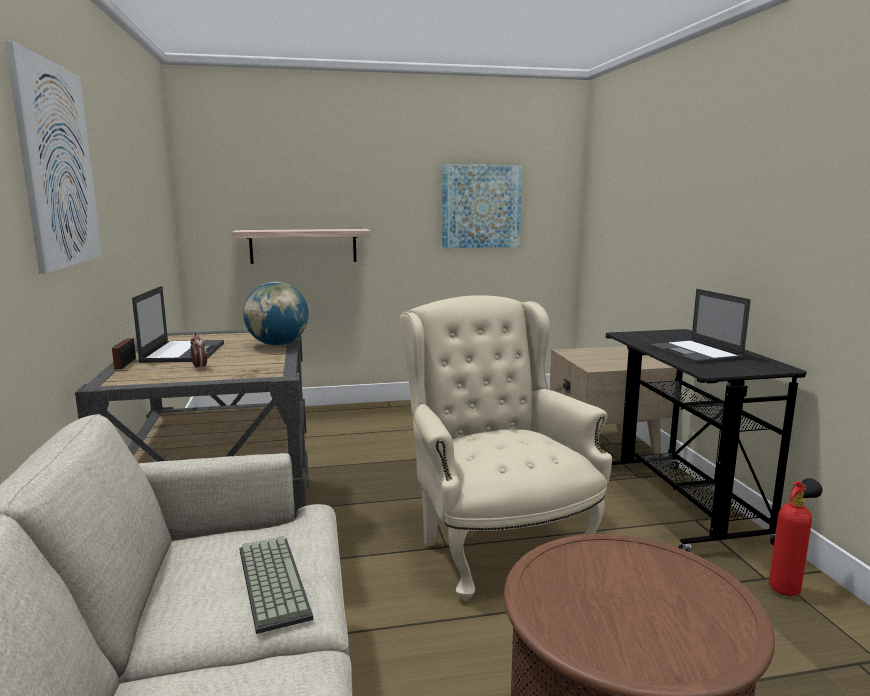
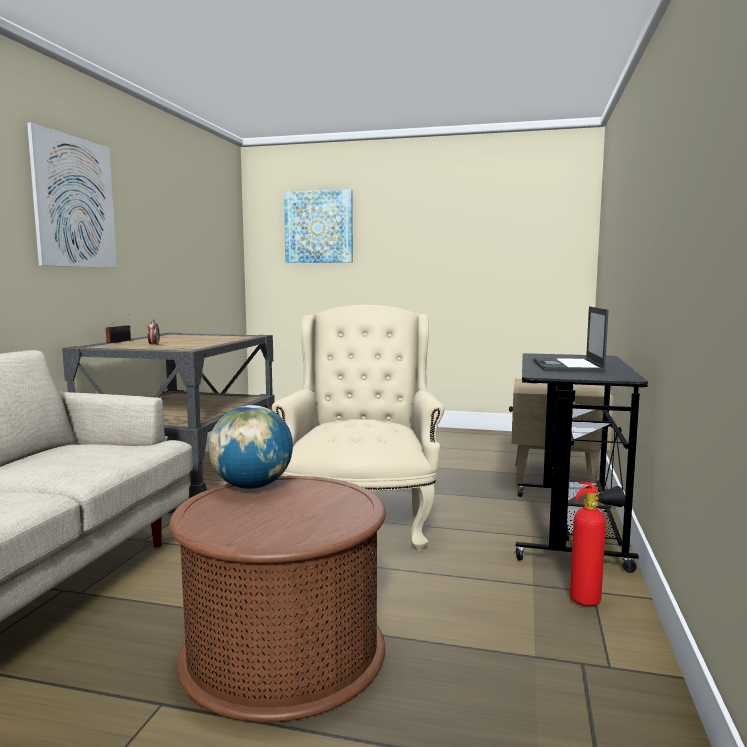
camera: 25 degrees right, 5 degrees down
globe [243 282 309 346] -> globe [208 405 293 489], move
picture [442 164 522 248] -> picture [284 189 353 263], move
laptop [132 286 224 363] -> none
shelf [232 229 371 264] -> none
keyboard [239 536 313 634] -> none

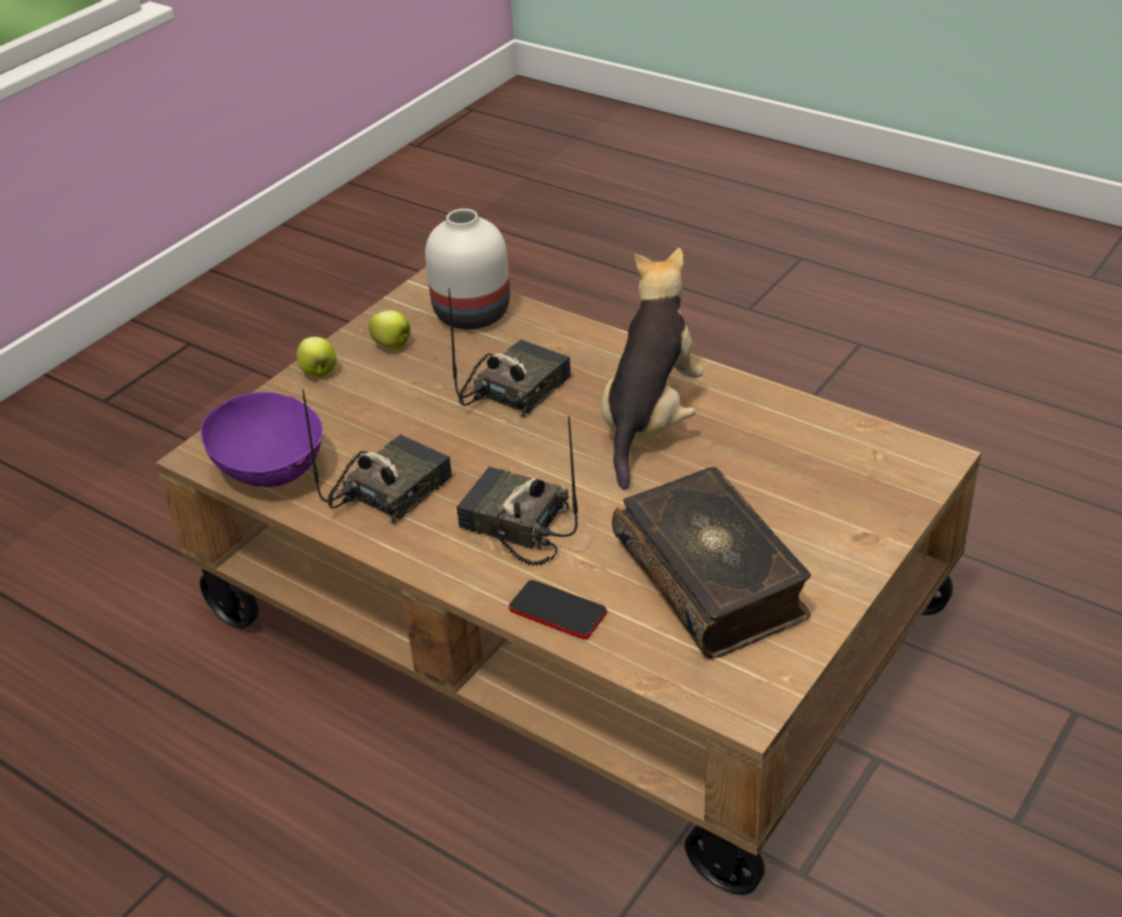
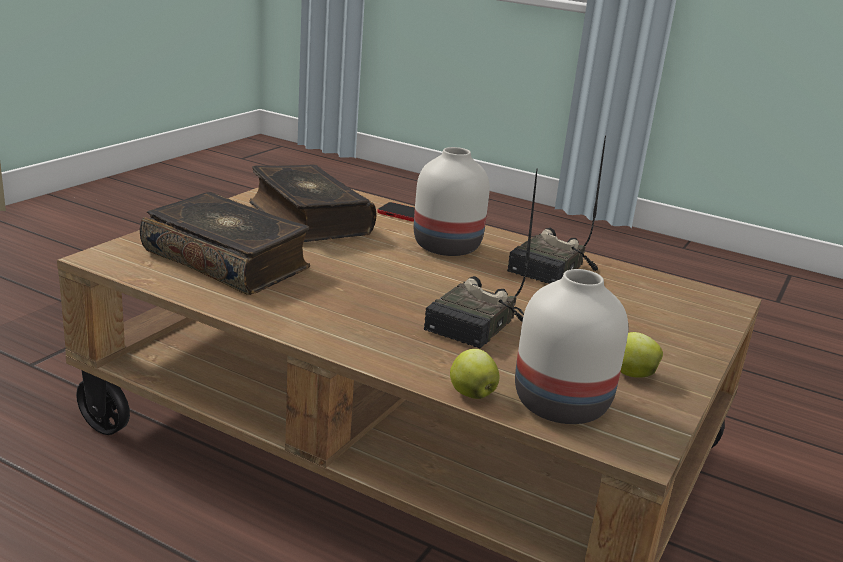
camera: 170 degrees right, 15 degrees down
none -> book [140 192 310 295]
radio [457 416 578 566] -> white vase [414 147 490 256]
apple [297 337 336 377] -> apple [450 349 500 399], move
purple bowl [201 392 324 487] -> none
plush toy [601 248 704 489] -> none

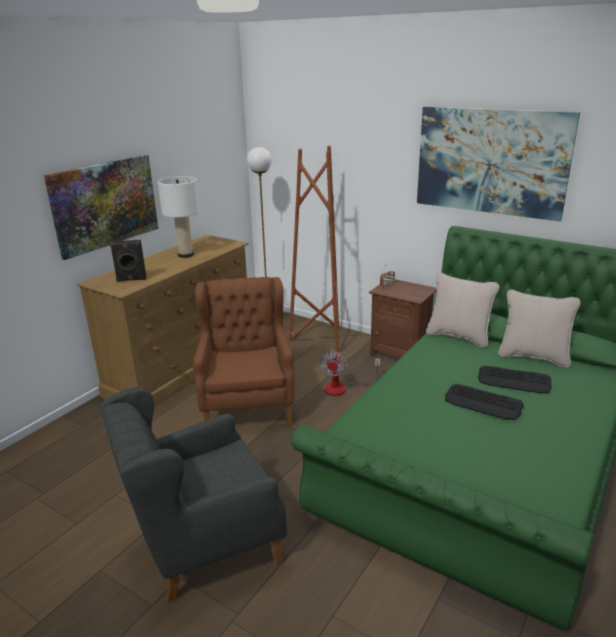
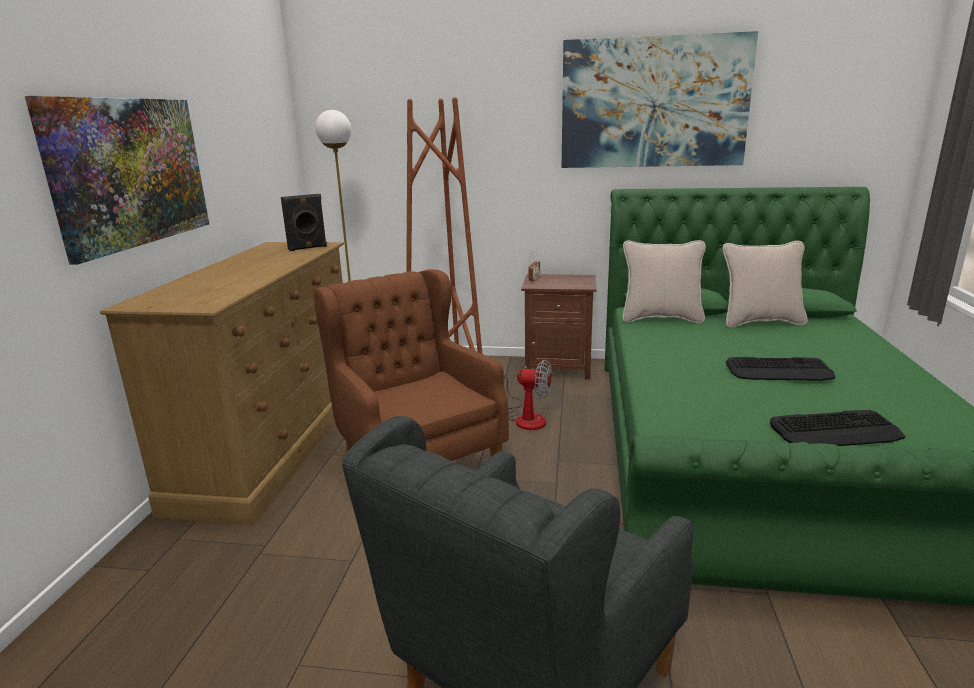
camera: 25 degrees left, 5 degrees down
black speaker [110 240 146 282] -> black speaker [281 194 327 251], move
fan [320 350 381 396] -> fan [504 360 552 430], 60 degrees counterclockwise
keyboard [478 366 552 393] -> keyboard [770 410 905 446], move
white table lamp [158 176 200 258] -> none

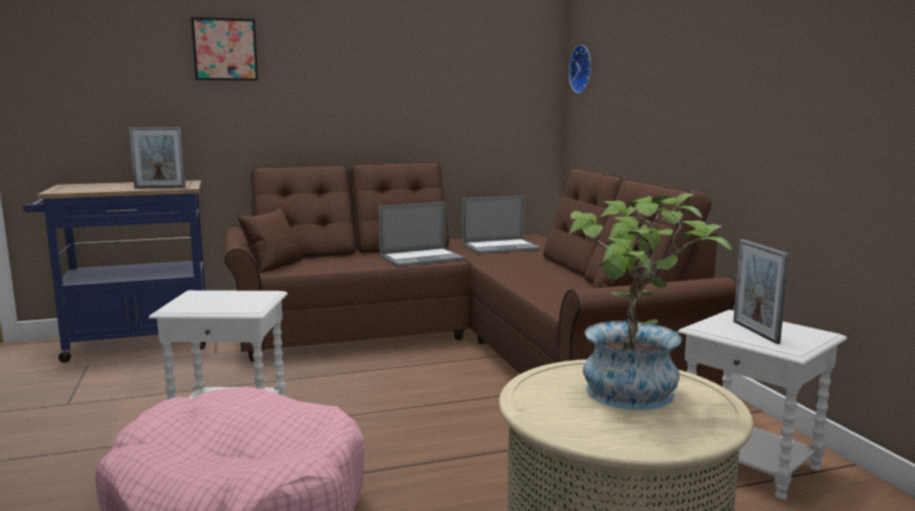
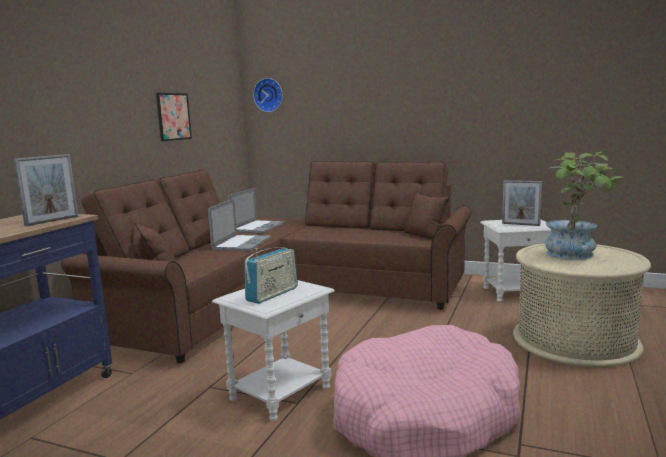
camera: 50 degrees left, 0 degrees up
picture [191 17 258 81] -> picture [156 93 192 141], move
none -> radio [245 247 298 304]

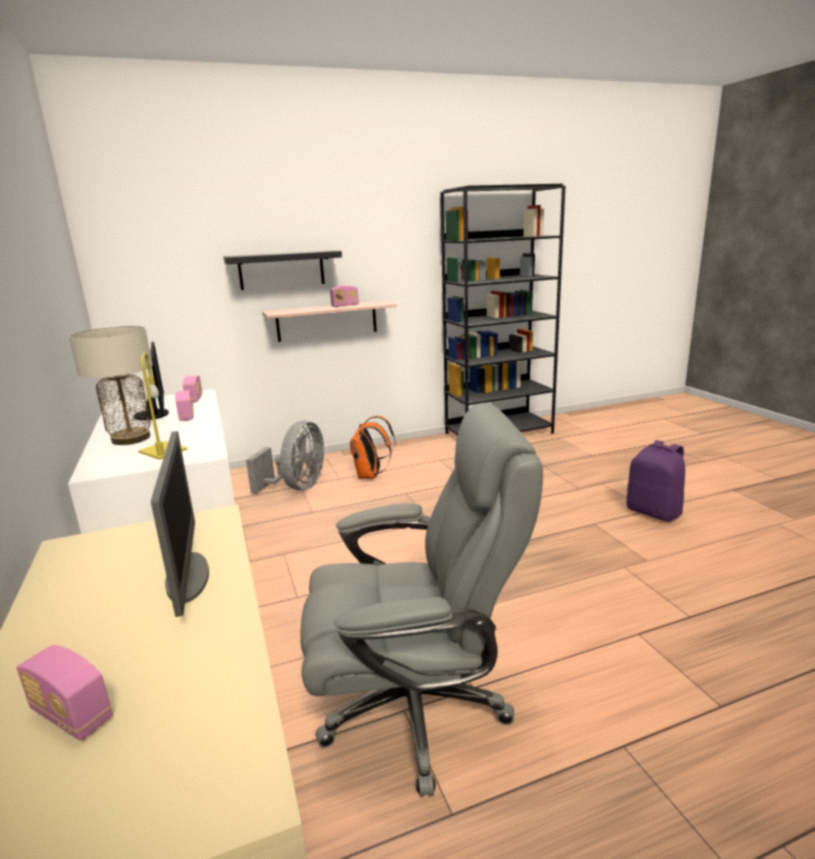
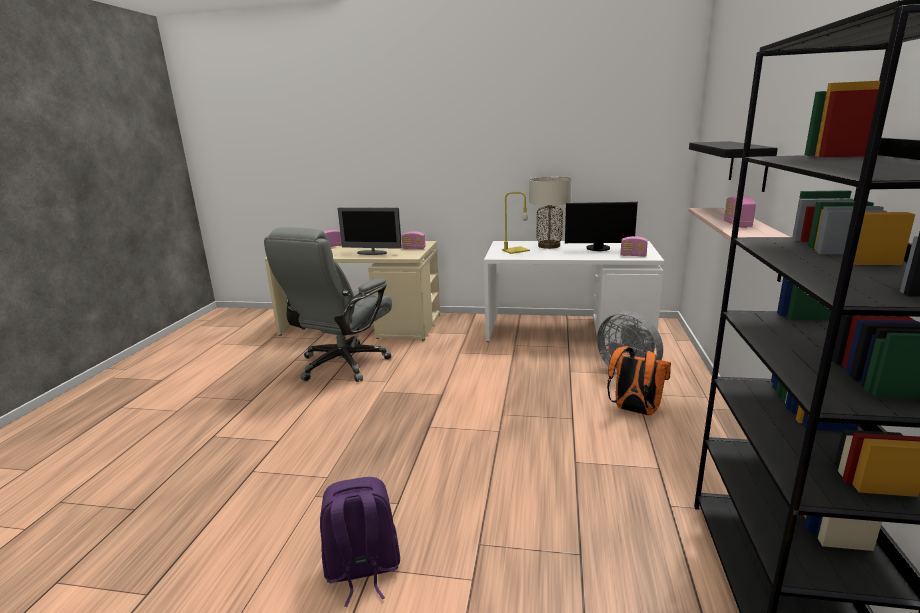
camera: 120 degrees right, 0 degrees up
radio [175 390 194 421] -> radio [402 231 426 249], move

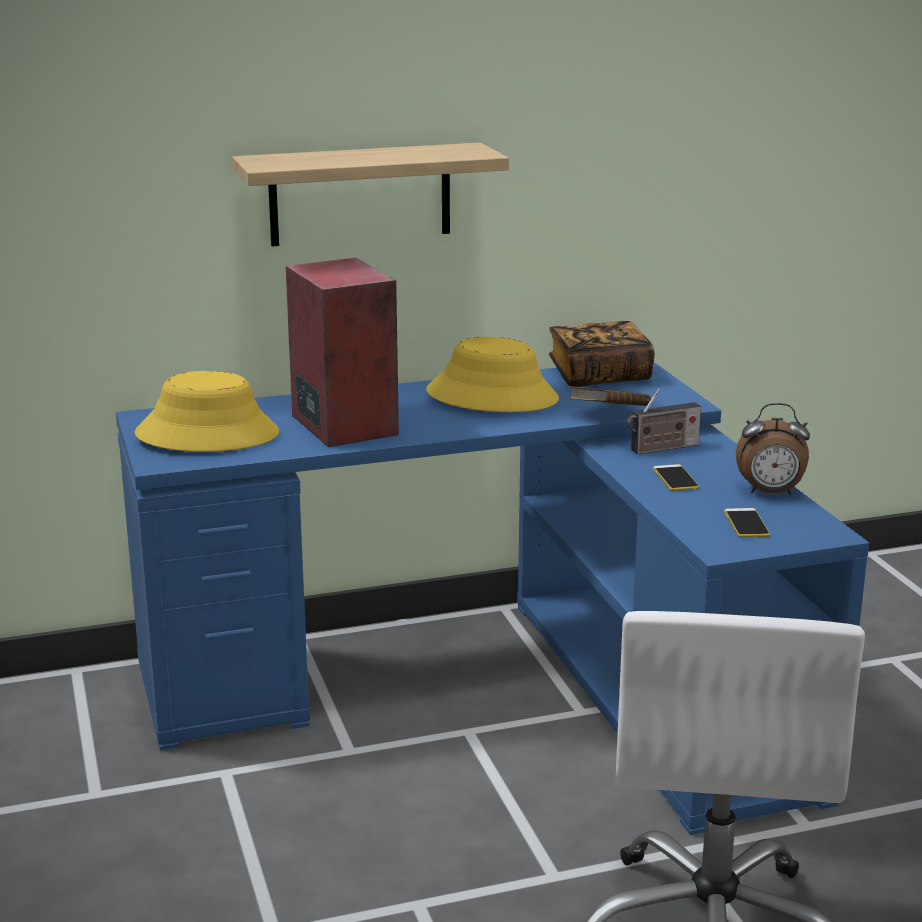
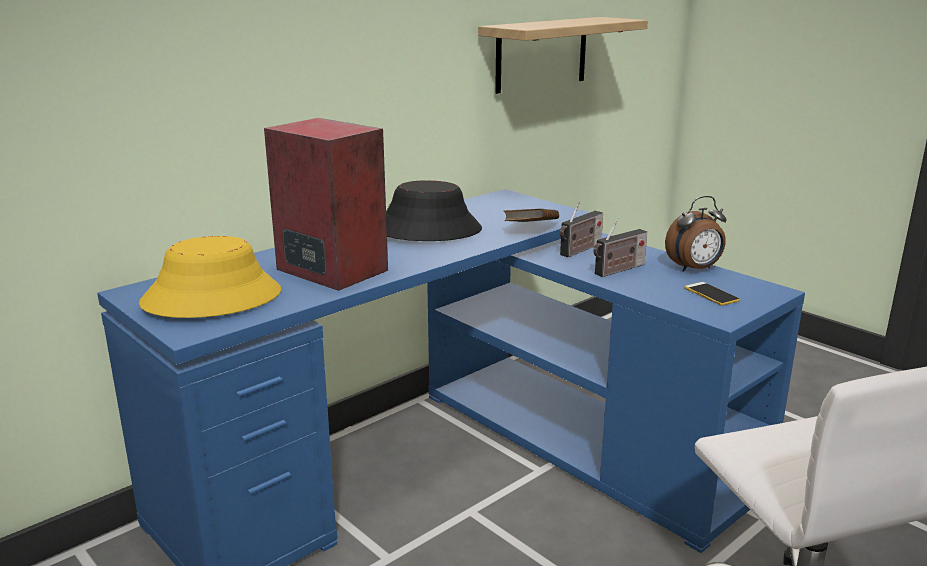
camera: 25 degrees left, 0 degrees up
yellow hat [426 337 559 412] -> black hat [386 180 482 241]
shelf [232 143 509 246] -> shelf [478 17 648 94], move
phone [653 464 699 491] -> radio [594 218 647 277]
book [549 321 655 387] -> none

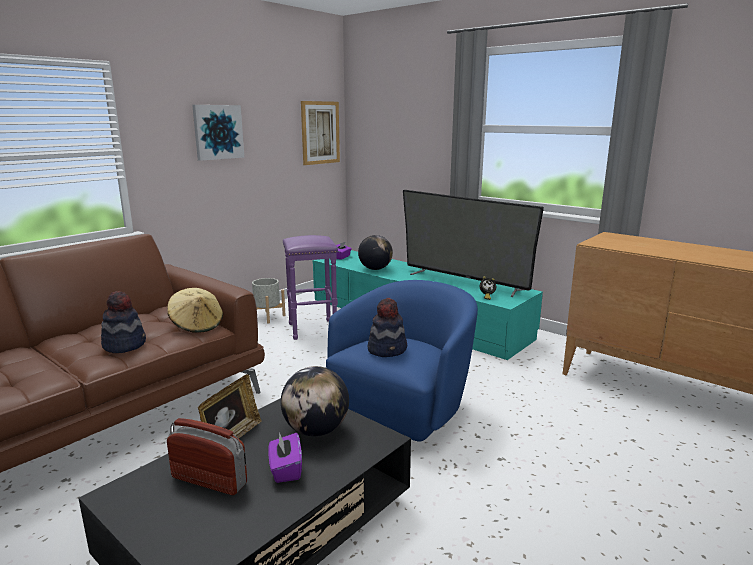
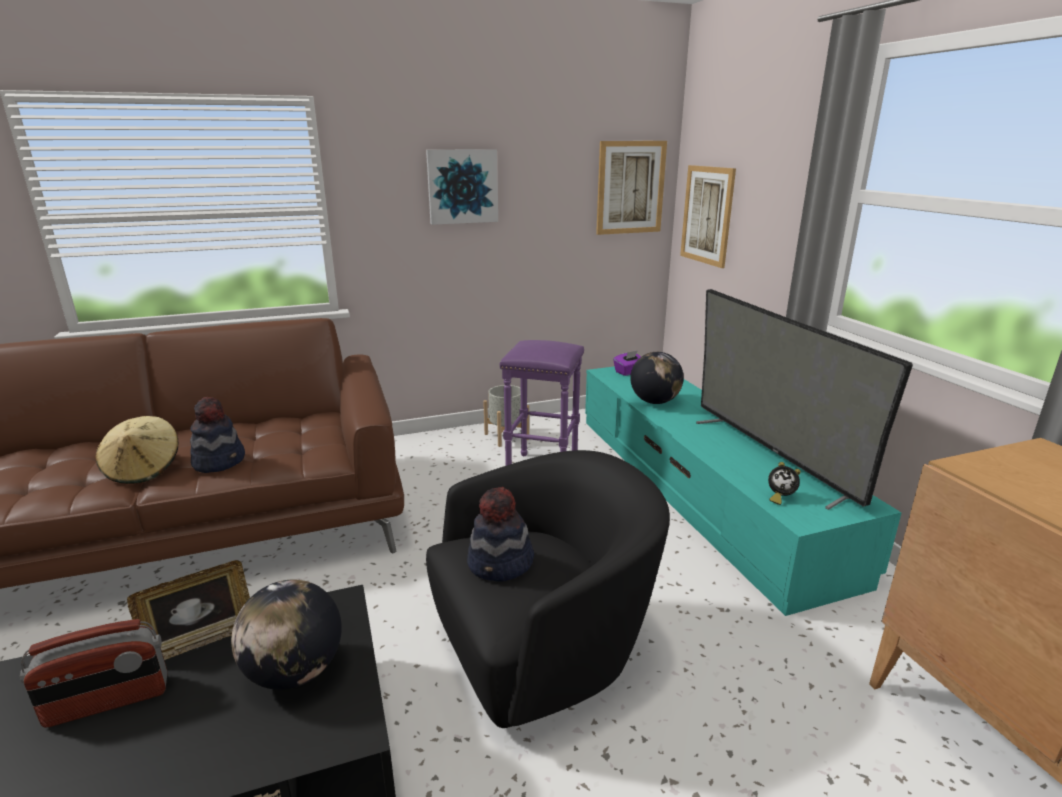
camera: 30 degrees right, 5 degrees up
radio [167 418 247 495] -> radio [20 619 167 728], 105 degrees clockwise
beige hat [167 288 223 333] -> beige hat [95 416 178 484], move
blue armchair [326 280 478 442] -> black armchair [426 450 670 728]
none -> picture [680 165 736 268]
purple tissue box [268 432 302 483] -> none

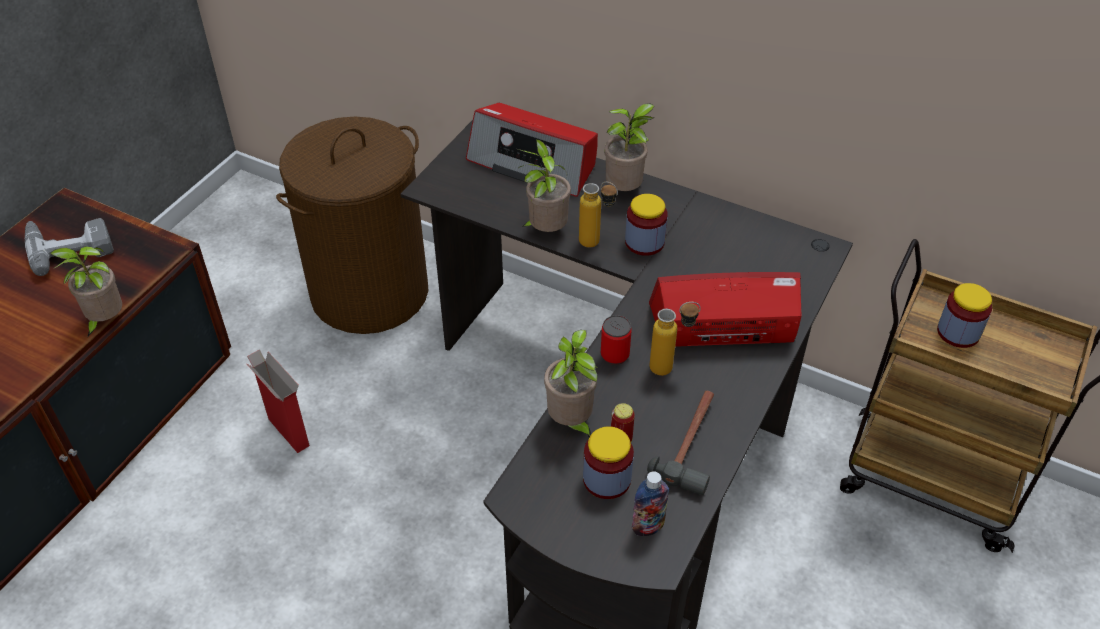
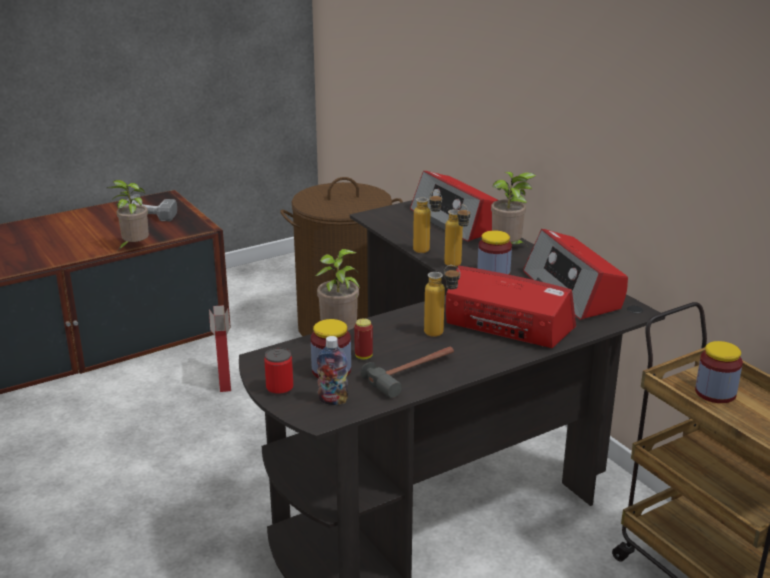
camera: 30 degrees right, 20 degrees down
can [601 315 632 365] -> can [264 348 293 396], move
potted plant [518 139 571 232] -> bottle [413 191 442 253]
none -> radio [523 229 628 320]

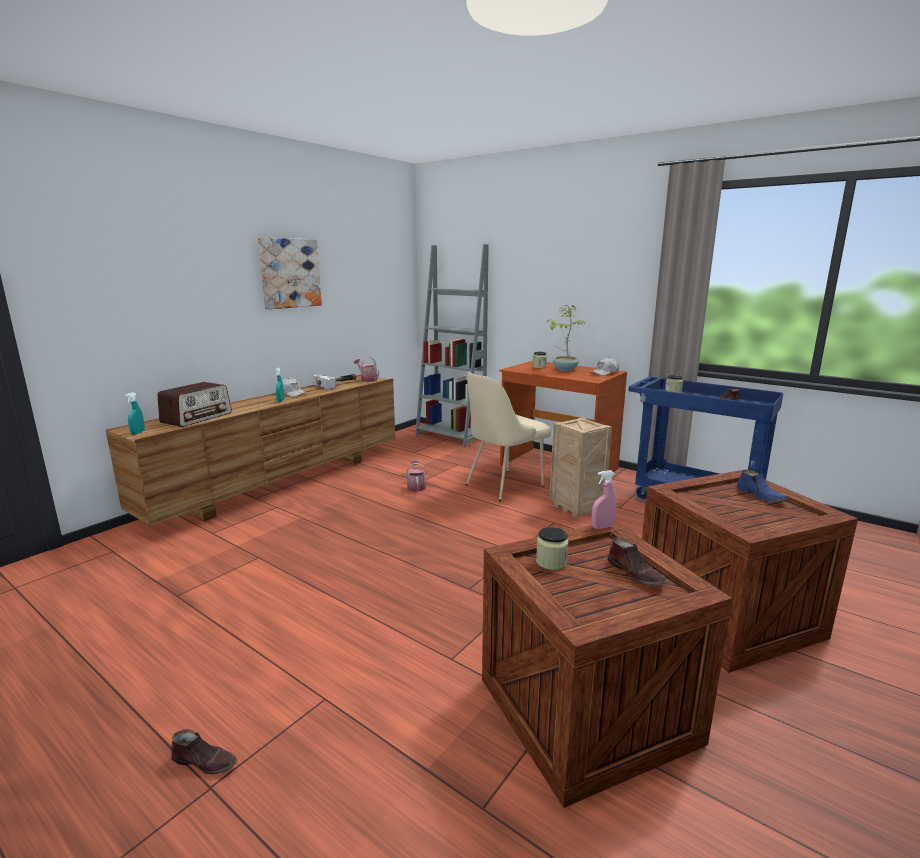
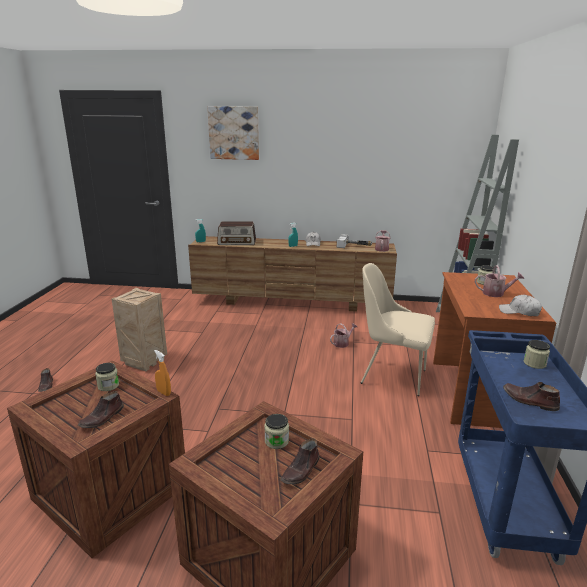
camera: 60 degrees right, 5 degrees up
crate [549 417 612 518] -> crate [112 288 167 371], move
pink spray bottle [592 470 616 529] -> orange spray bottle [154 350 171 396]
picture [258 237 322 310] -> picture [207 106 259 160], move
none -> jar [264 414 289 449]
blue shoe [737 470 788 502] -> brown shoe [280 438 320 484]
potted plant [547 305 585 371] -> watering can [475 265 524 297]

